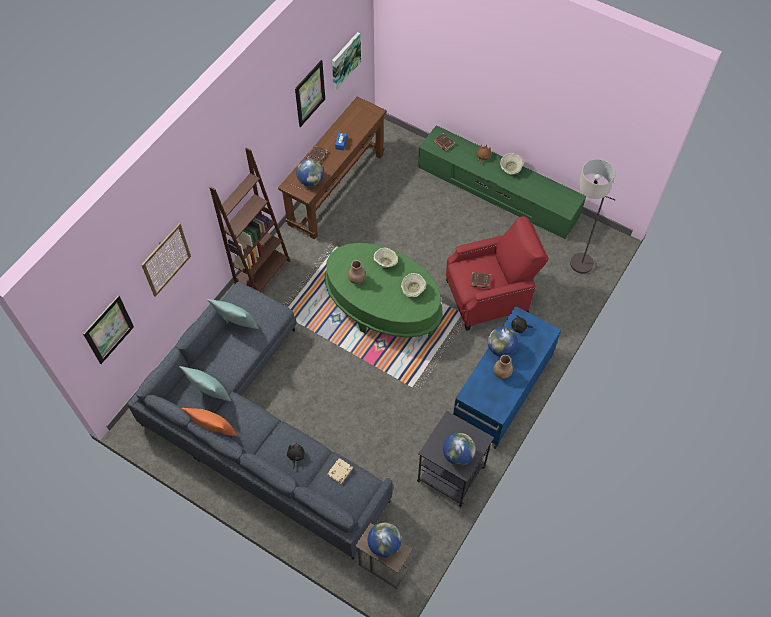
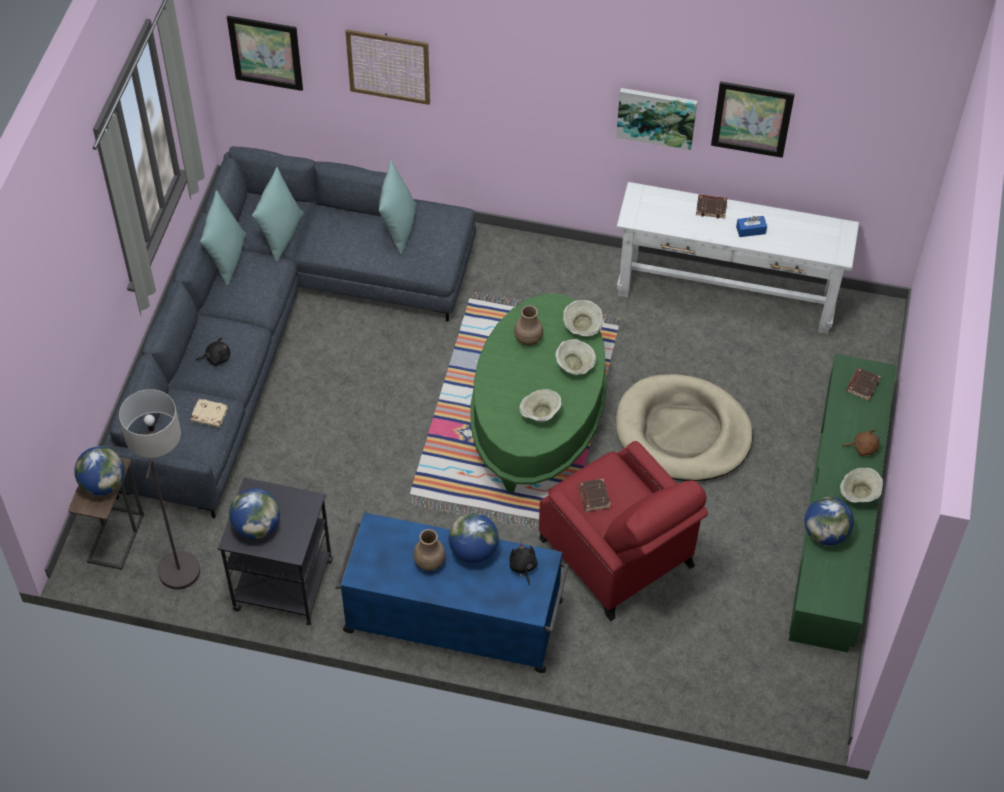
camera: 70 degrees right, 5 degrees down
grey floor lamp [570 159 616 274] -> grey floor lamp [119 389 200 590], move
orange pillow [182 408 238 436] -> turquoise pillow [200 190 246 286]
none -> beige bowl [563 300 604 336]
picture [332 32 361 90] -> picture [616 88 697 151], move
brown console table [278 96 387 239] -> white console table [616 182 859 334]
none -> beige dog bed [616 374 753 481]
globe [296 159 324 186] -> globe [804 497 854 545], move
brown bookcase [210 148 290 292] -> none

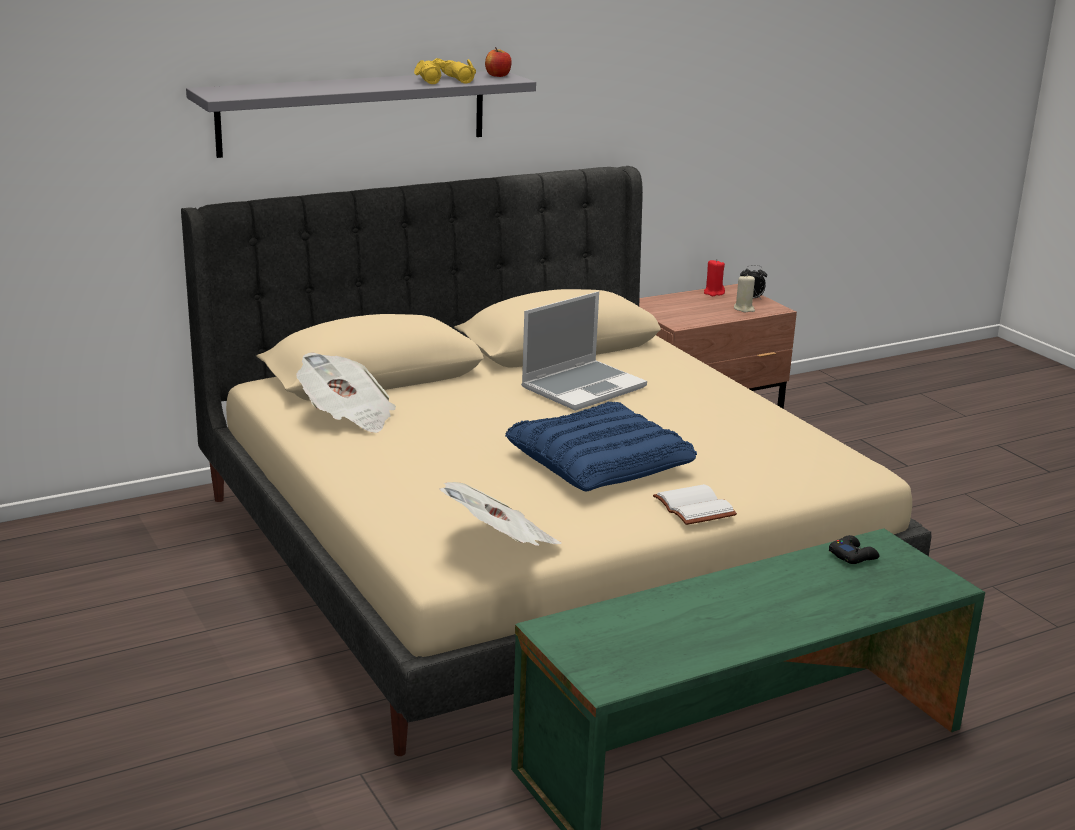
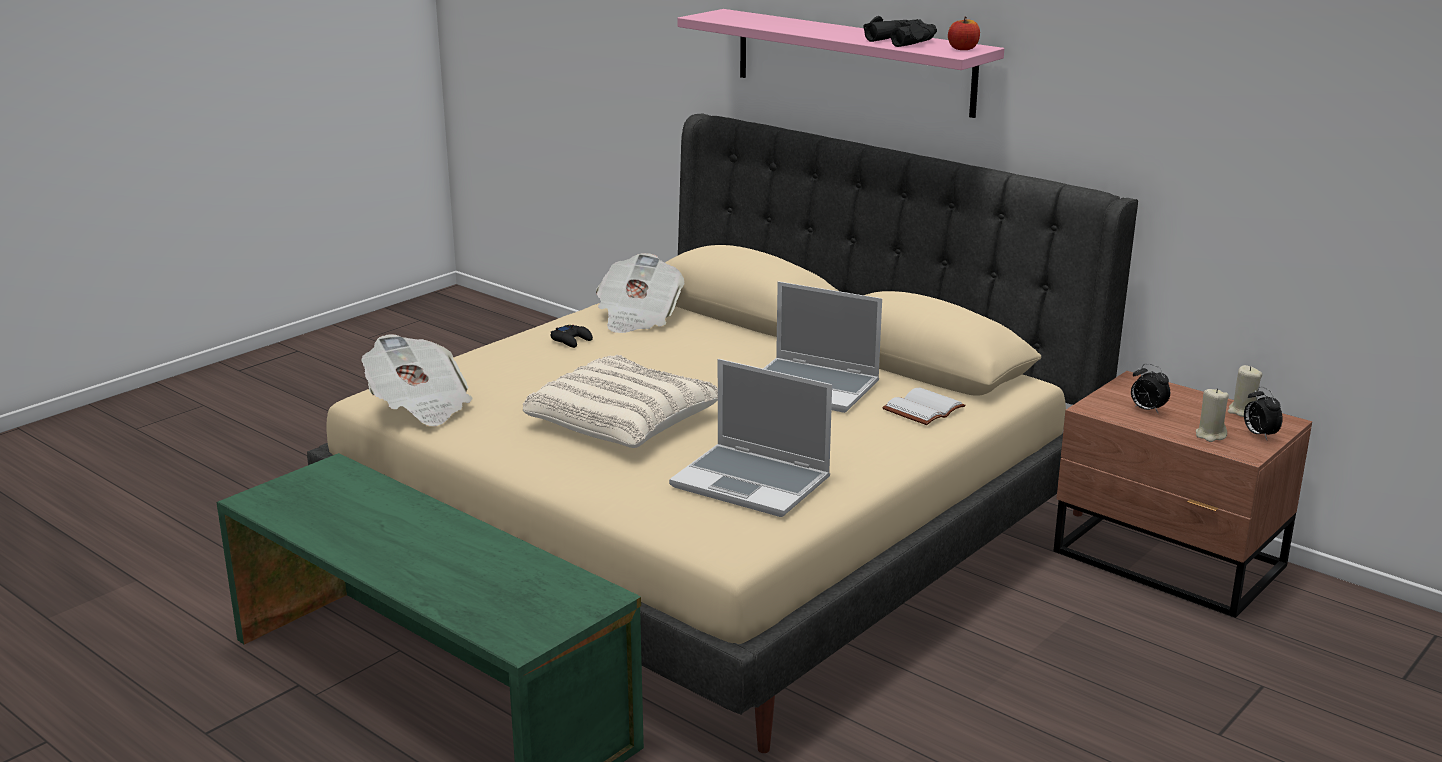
camera: 70 degrees right, 0 degrees up
blue pillow [505 402 697 491] -> beige pillow [523 355 718 448]
black game controller [829 535 879 564] -> black game controller [550 325 593 348], move
none -> laptop [669 359 832 517]
grey shelf [186 71 536 158] -> pink shelf [677 9 1004 118]
yellow binoculars [414 58 476 84] -> black binoculars [864 16 937 47]
white book [653 484 737 525] -> white book [882 387 965 425], move
none -> alarm clock [1131 363 1170 413]
red candle [704 259 725 296] -> beige candle [1228 365 1263 417]

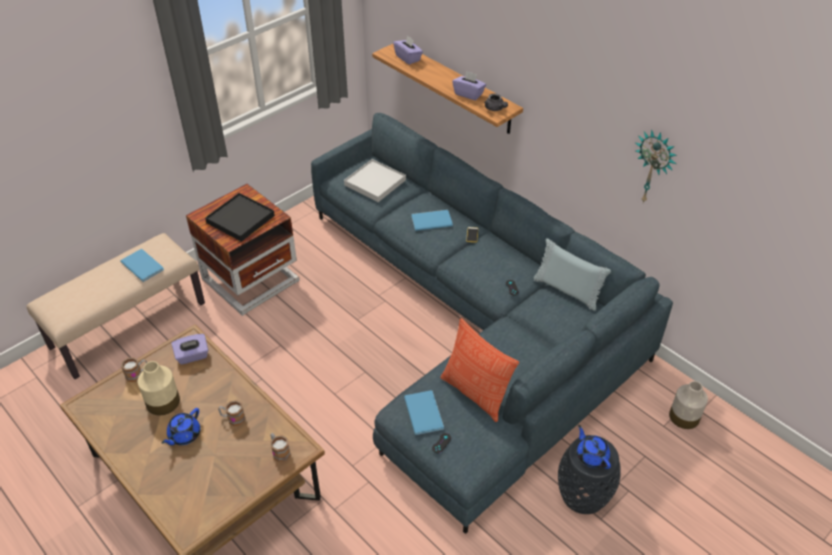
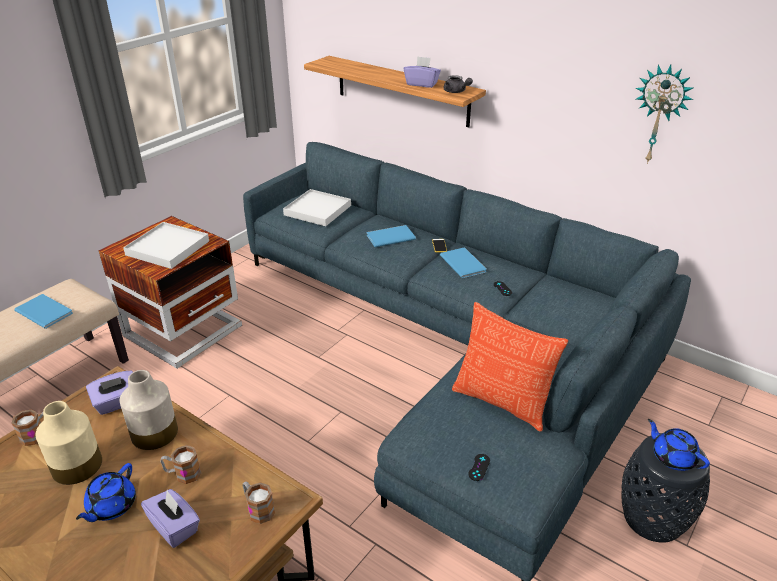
camera: 10 degrees left, 10 degrees down
beige vase [669 381 708 429] -> beige vase [120 370 178 450], move
black tray [205 193 275 242] -> white tray [123 222 209 269]
purple tissue box [393 35 423 65] -> purple tissue box [141 489 200 548], move
blue book [404 390 444 435] -> blue book [440 248 487 278], move
blue pillow [533 238 611 311] -> none

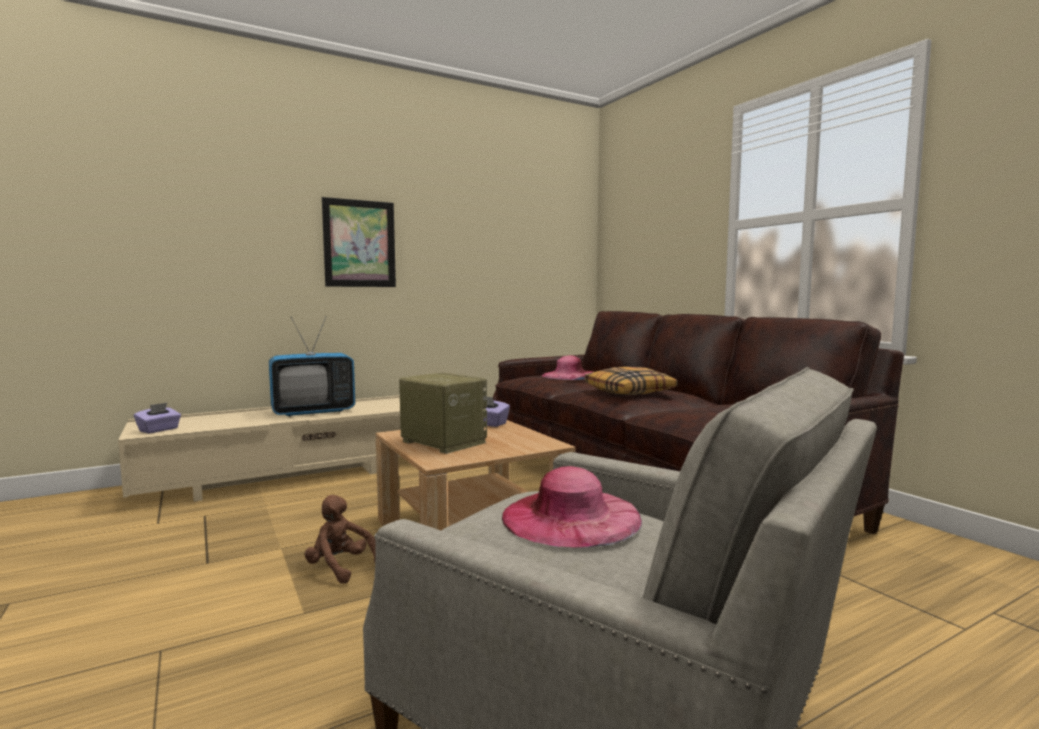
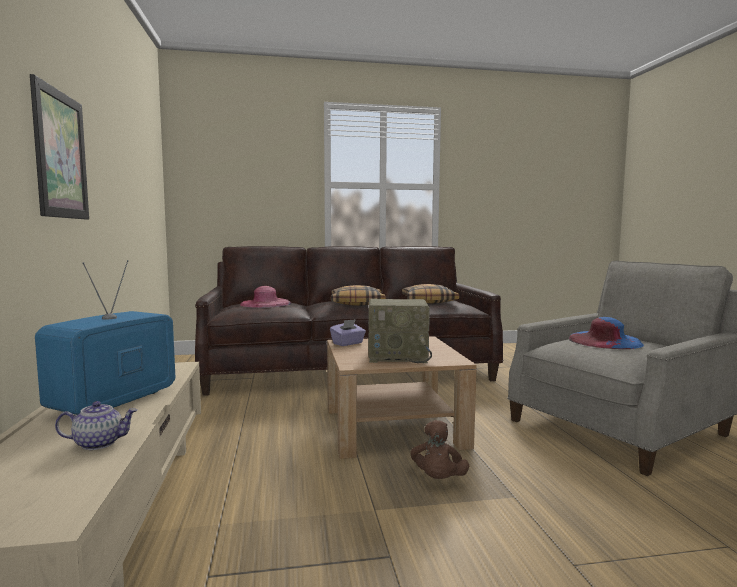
camera: 70 degrees left, 0 degrees up
television [269 316 355 416] -> television [35 260 175 415], 150 degrees counterclockwise
none -> teapot [55 401 137 450]
radio [399 372 487 454] -> radio [368 299 432 363], 150 degrees counterclockwise
none -> pillow [402 284 459 304]
brown plush toy [305 495 376 584] -> brown plush toy [410 420 469 479], 45 degrees counterclockwise
pink hat [502 466 642 548] -> blue hat [569 317 643 349]
purple tissue box [134 403 181 434] -> none

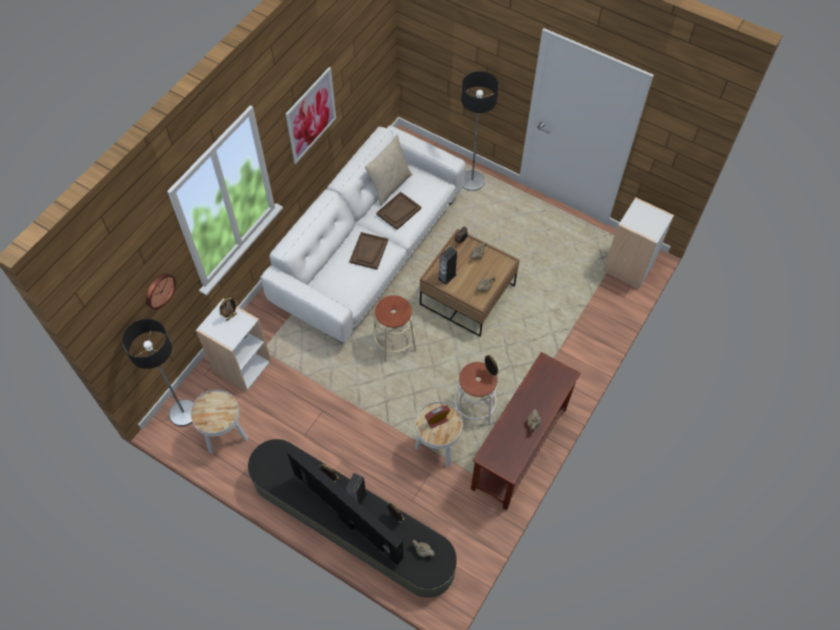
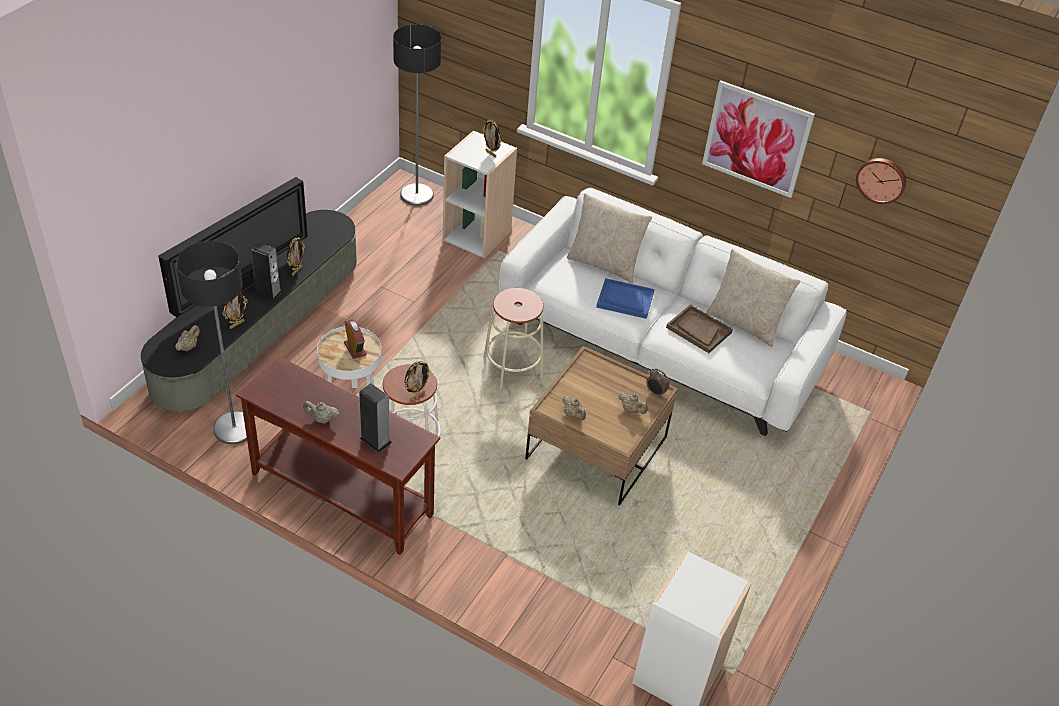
camera: 85 degrees right, 15 degrees down
floor lamp [461 71 499 191] -> floor lamp [176 241 247 444], move
speaker [438 246 457 285] -> speaker [359 383 392 453], move
none -> beige pillow [567 193 652 283]
brown tray [349 232 388 270] -> blue tray [596 278 655 319]
wall clock [146 273 176 310] -> wall clock [856 158 906 204], move
white side table [191 390 248 454] -> none

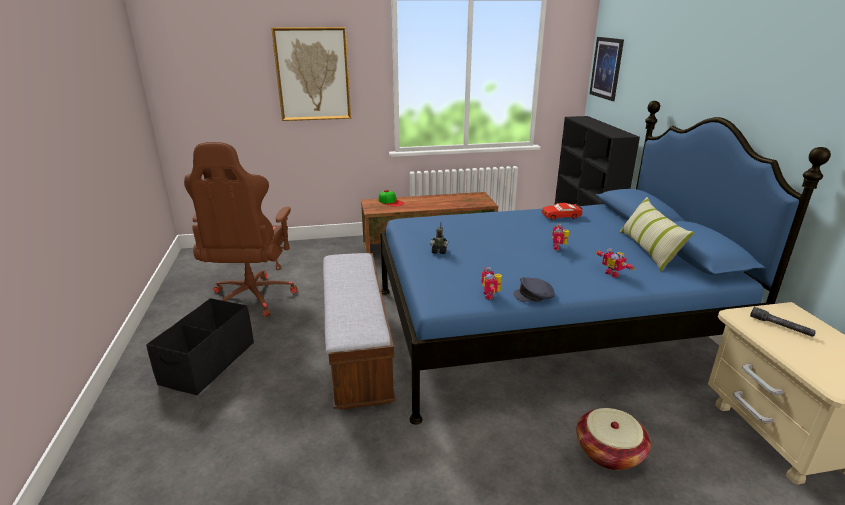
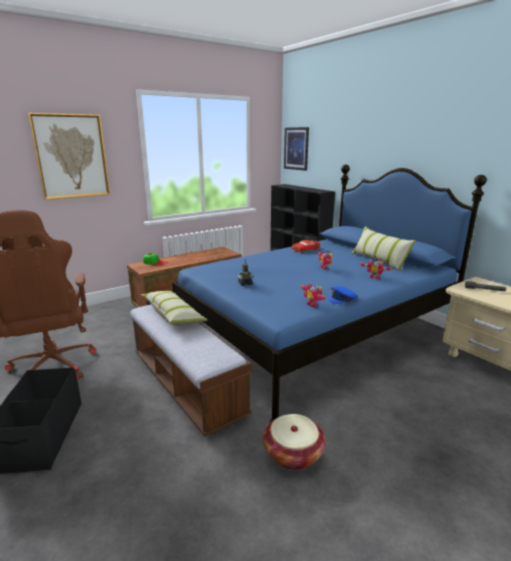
camera: 25 degrees left, 5 degrees down
none -> pillow [141 291 208 326]
basket [576 408 651 470] -> basket [263 414 326 470], move
grey cap [514 277 555 302] -> blue cap [327 286 358 304]

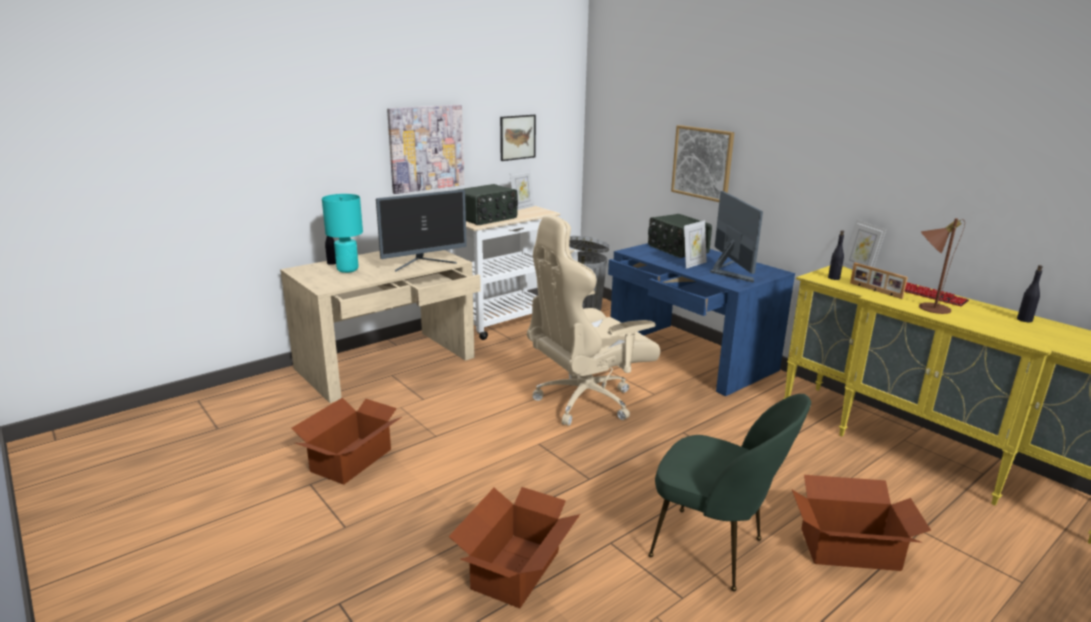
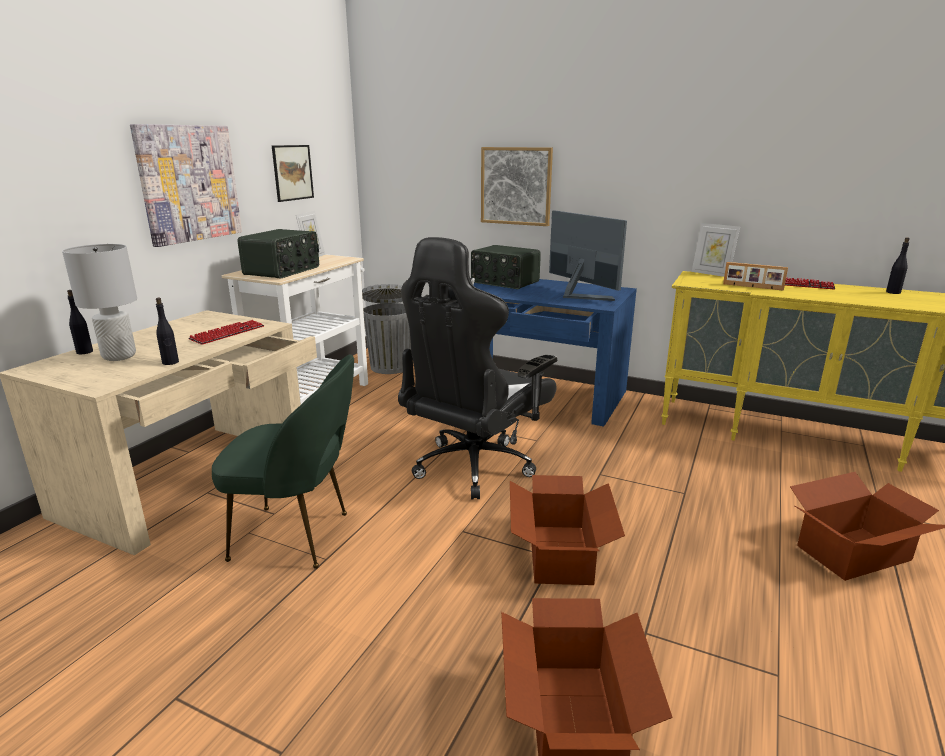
camera: 25 degrees left, 0 degrees up
turquoise table lamp [322 194 363 273] -> grey table lamp [62 244 137 361]
black bottle [828 230 844 280] -> black bottle [156 298 179 365], move
monitor [376 189 467 272] -> keyboard [188 320 264 345]
green chair [648 394 811 592] -> green chair [212 355 354 569], move
beige office chair [527 214 660 426] -> black office chair [398 237 557 499]
cardboard box [292 398 402 485] -> cardboard box [510 475 625 585], move
picture frame [684 220 707 269] -> none
brown table lamp [919 218 965 314] -> none

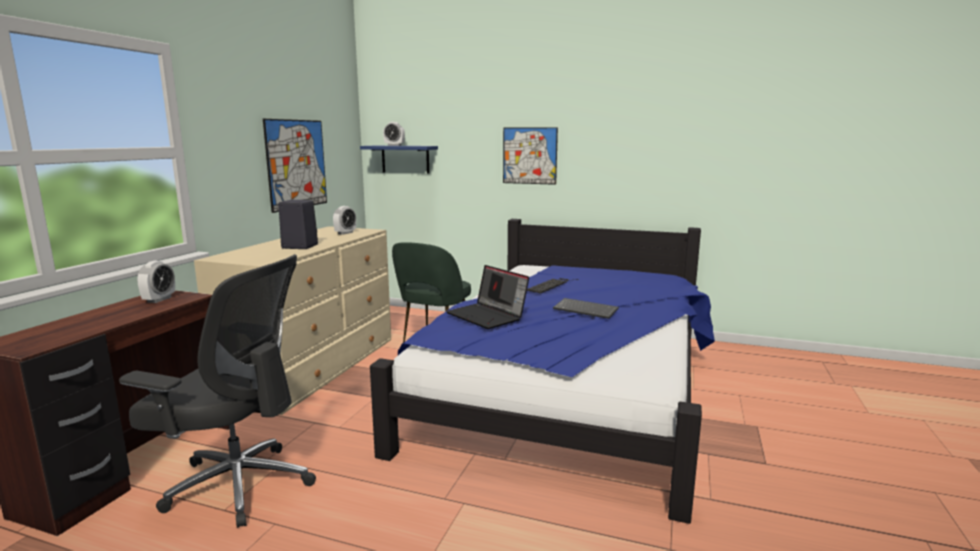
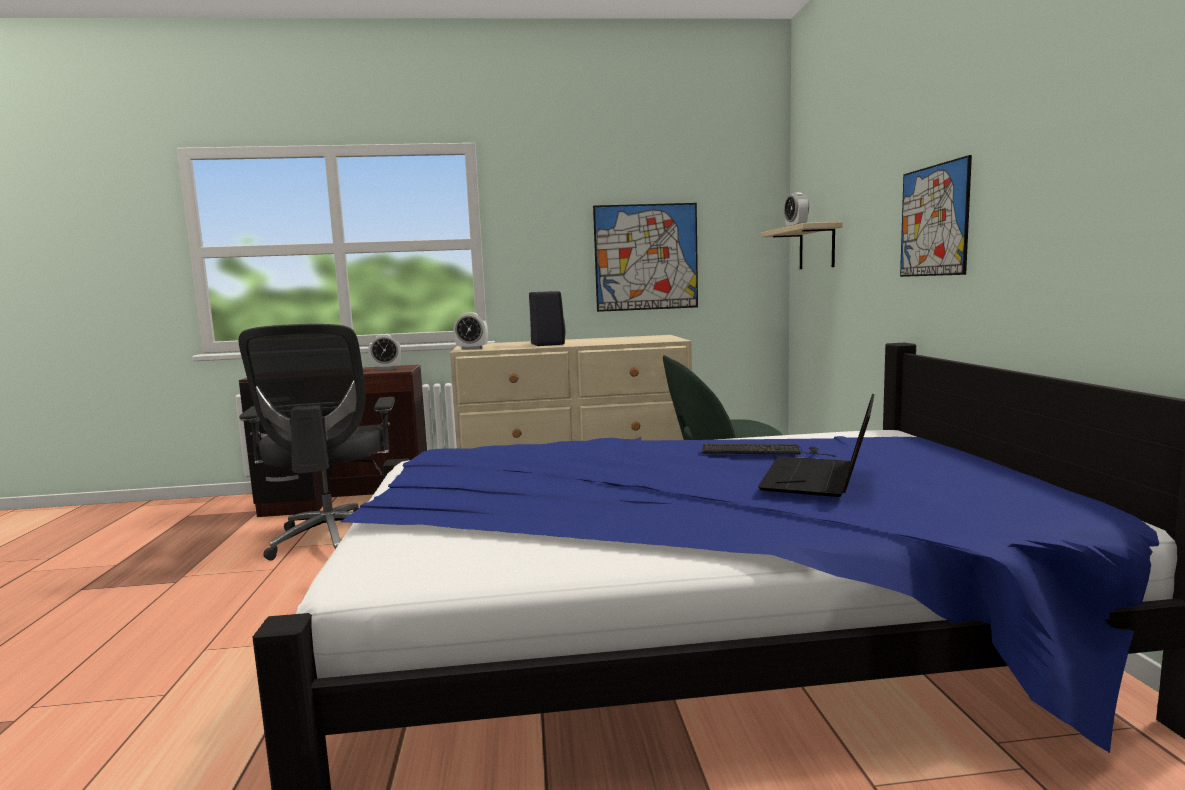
camera: 65 degrees right, 5 degrees down
alarm clock [333 206 356 235] -> alarm clock [453 312 488 350], move
laptop [446 265 529 329] -> laptop [758 393 874 497], move
blue shelf [360 146 438 174] -> beige shelf [761 222 843 269]
keyboard [553 298 619 319] -> none

